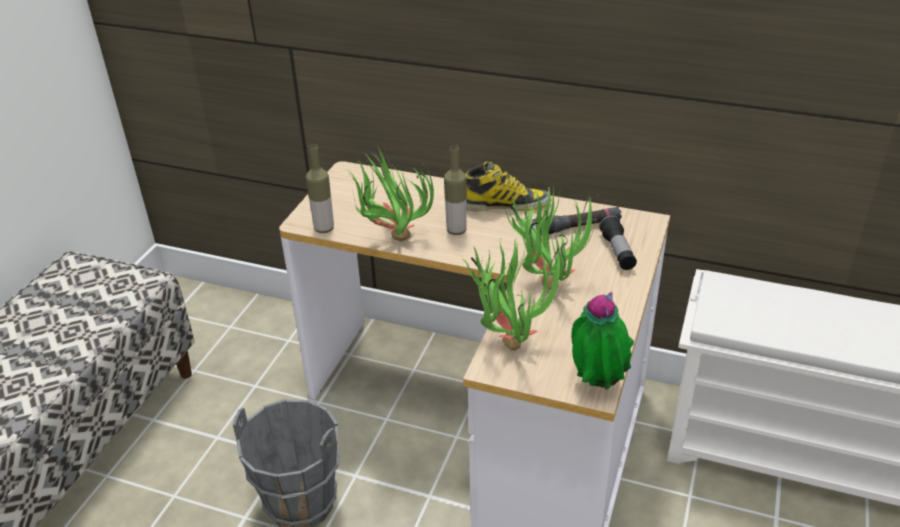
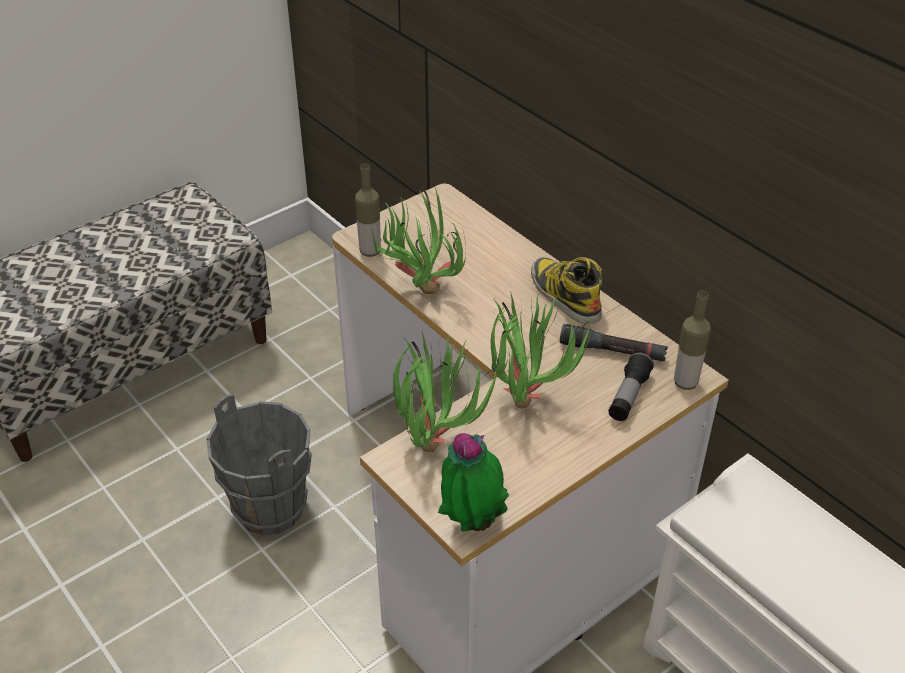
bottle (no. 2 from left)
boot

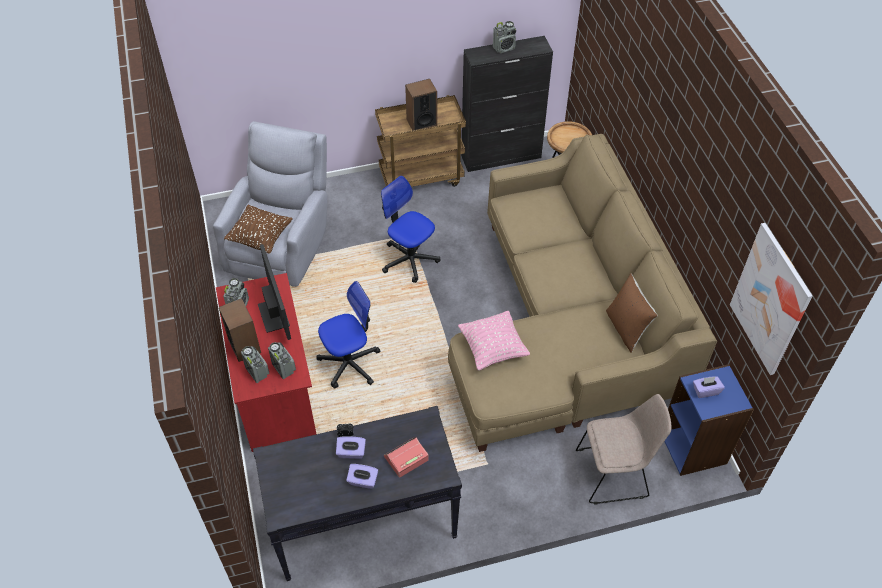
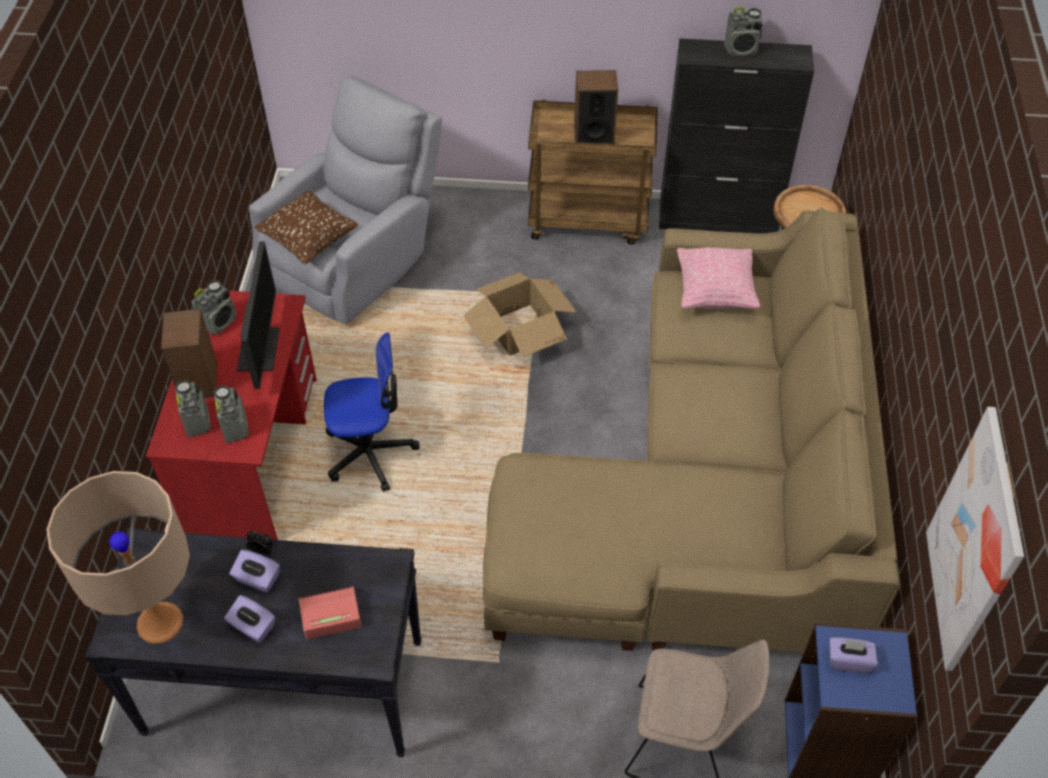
packing box
brownish cushion (no. 2 from left in the first image)
pink-coloured cushion
beige-coloured lamp for a table

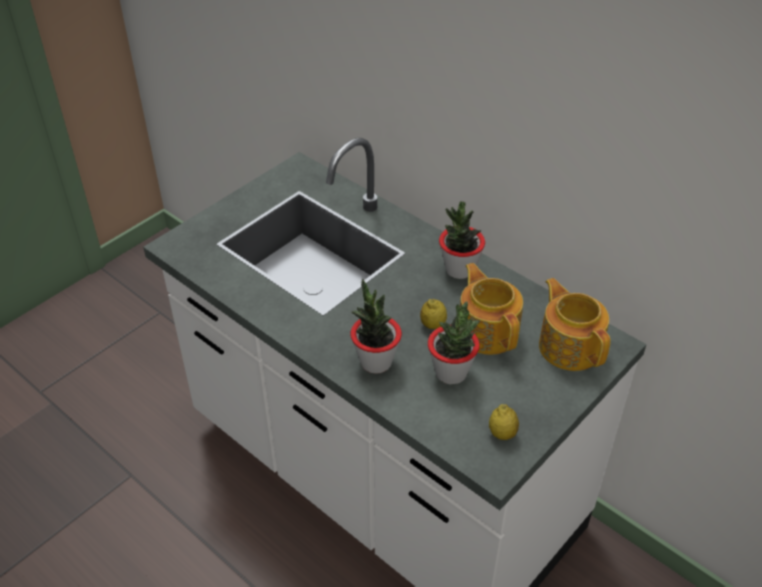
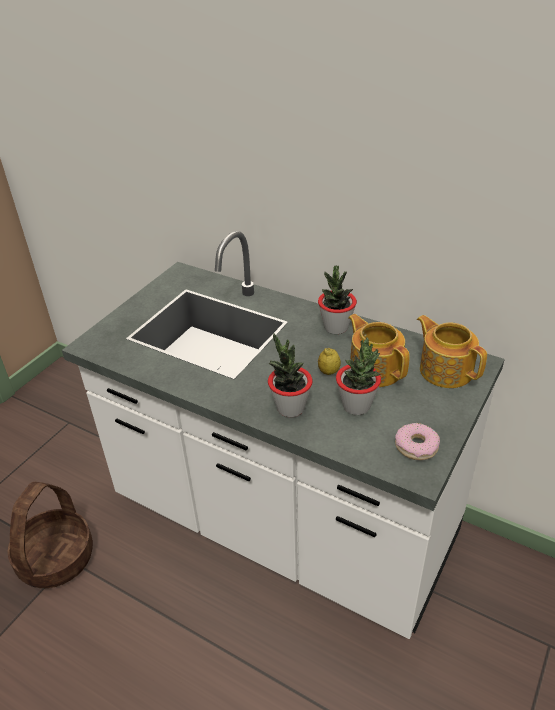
doughnut
household basket

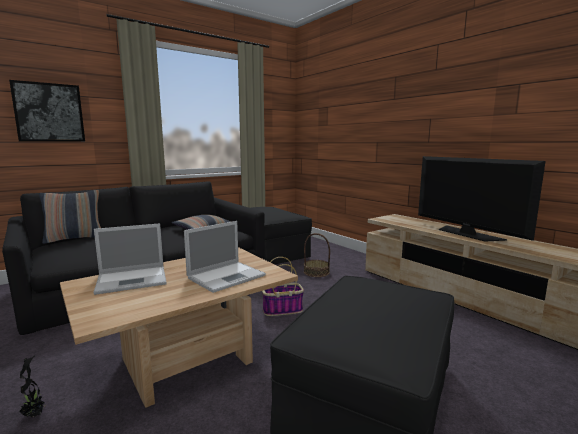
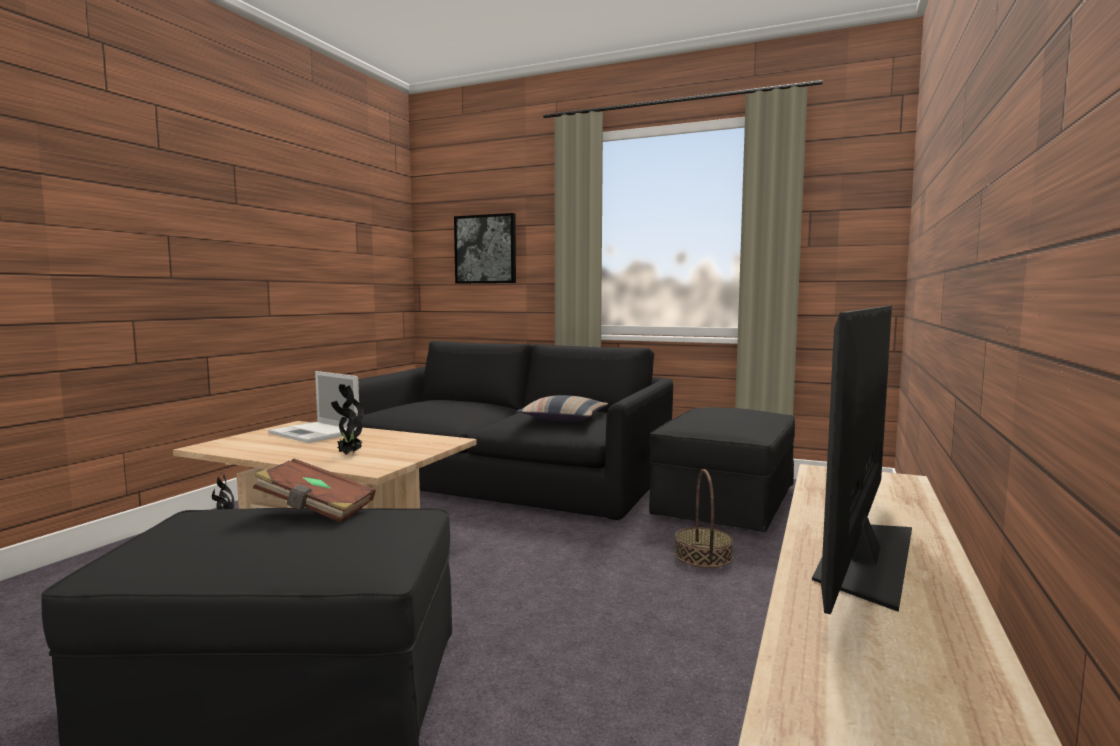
cushion (no. 1 from left in the first image)
potted plant (no. 2 from left)
household basket (no. 1 from left in the first image)
brownish book

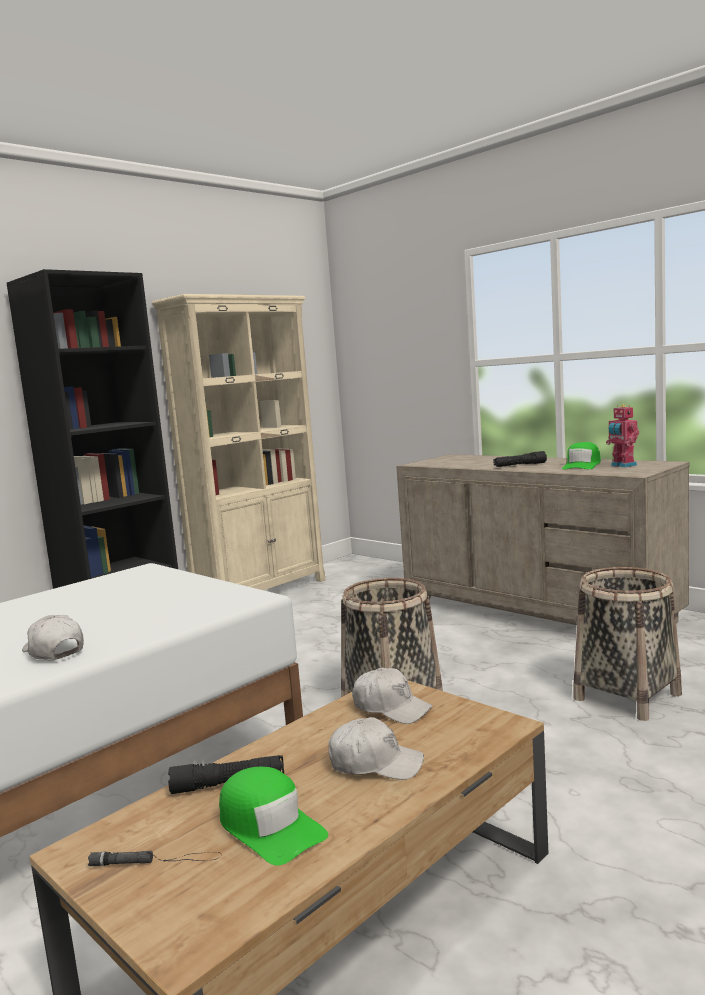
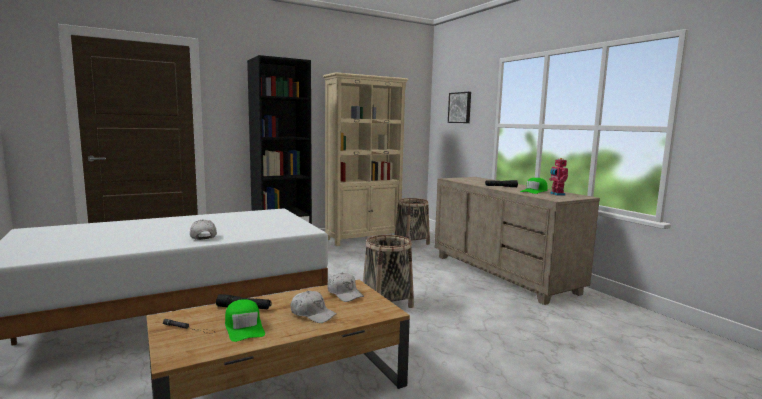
household basket (no. 2 from left)
wall art

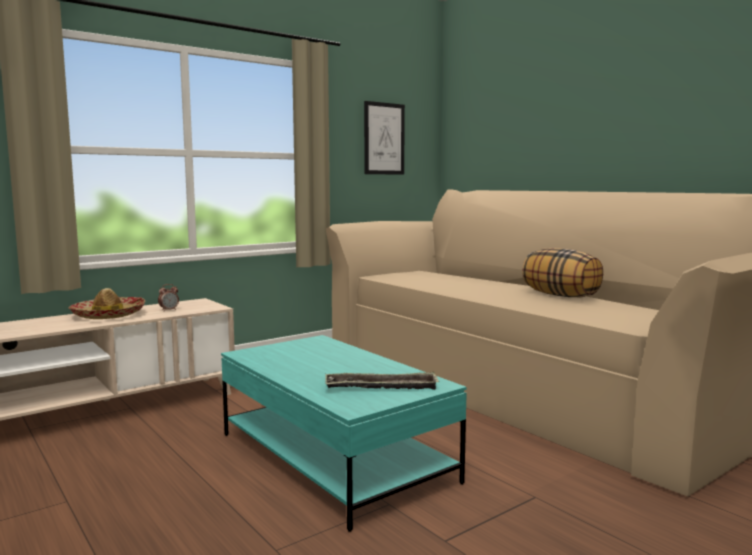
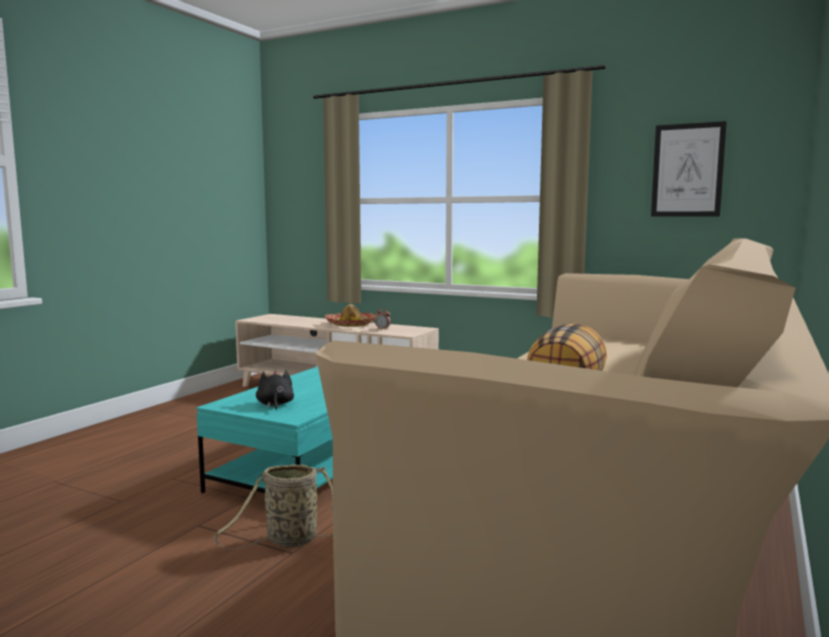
black-coloured cuddly toy
household basket

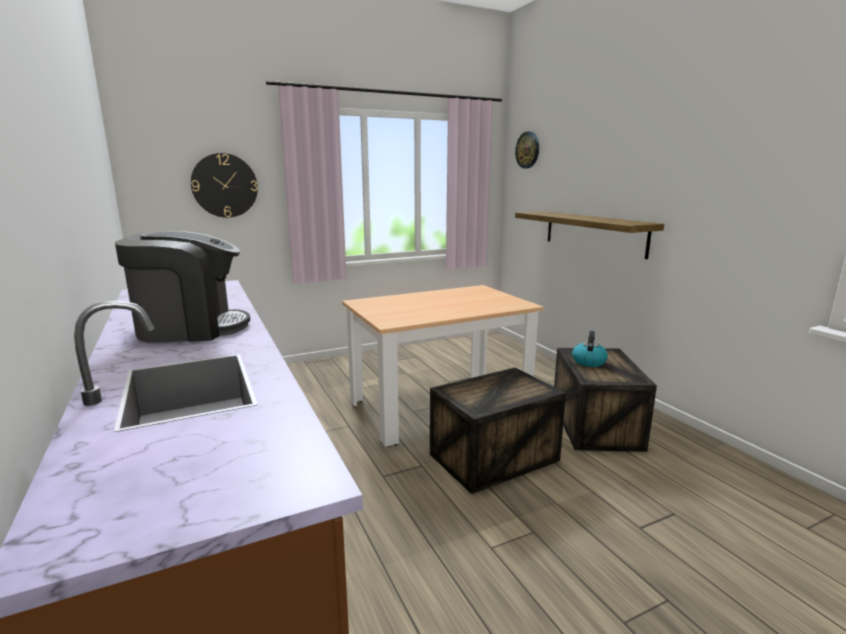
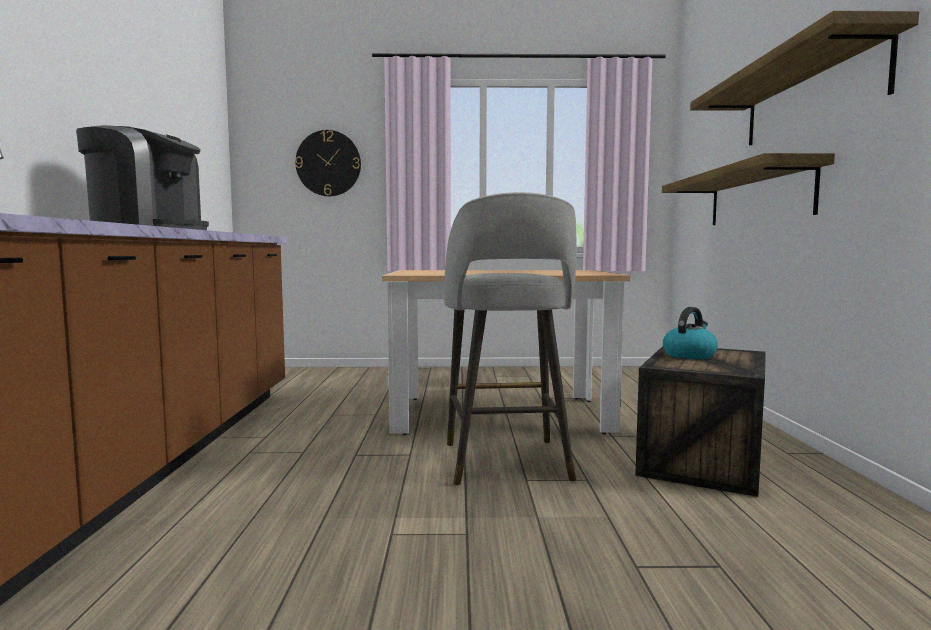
hanging clock (no. 2 from left in the first image)
grey stool
wall shelf (no. 2 from left)

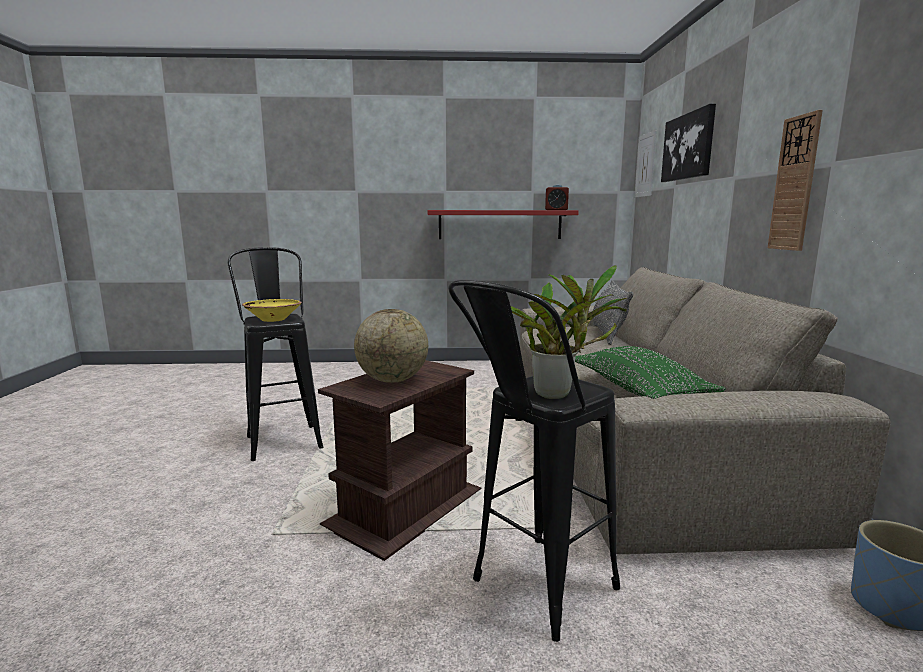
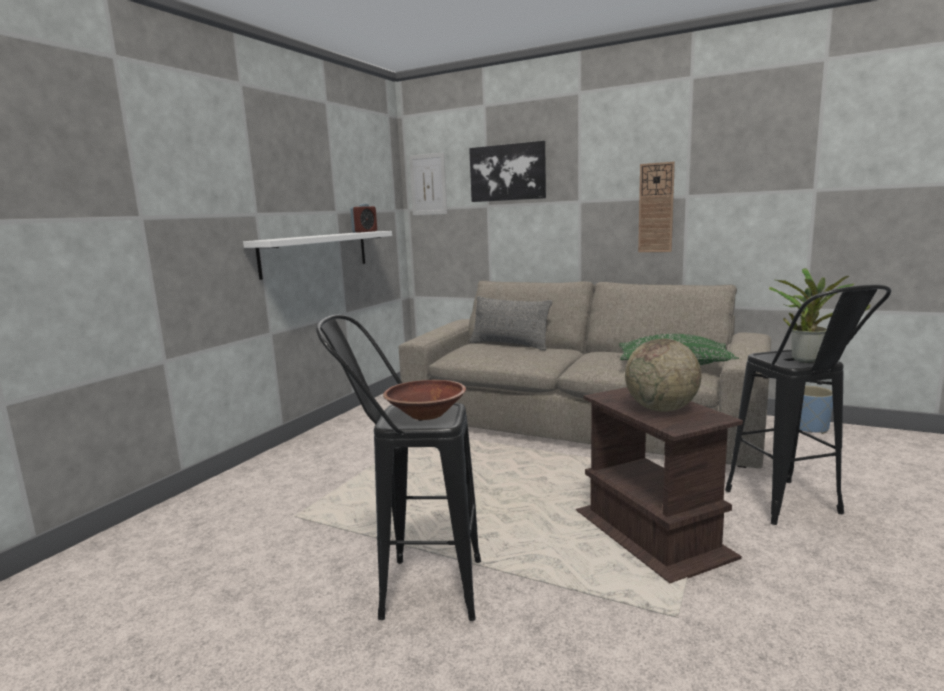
white-coloured wall shelf
brownish bowl

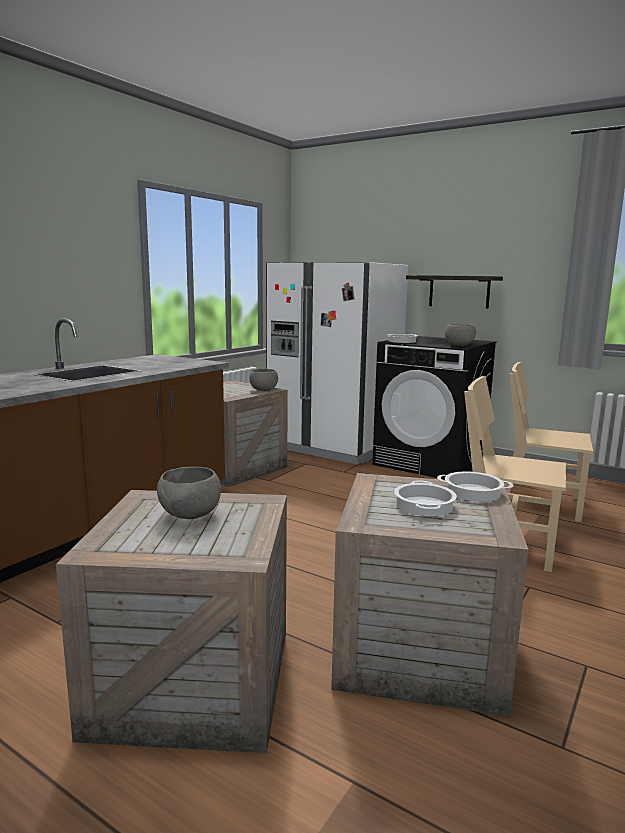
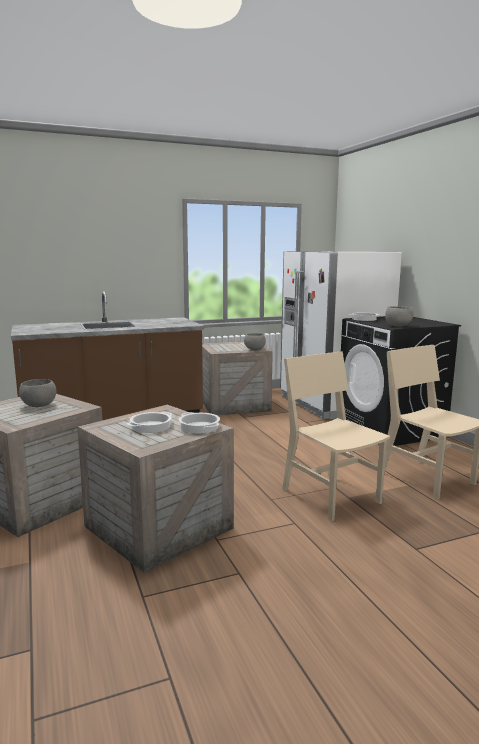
wall shelf

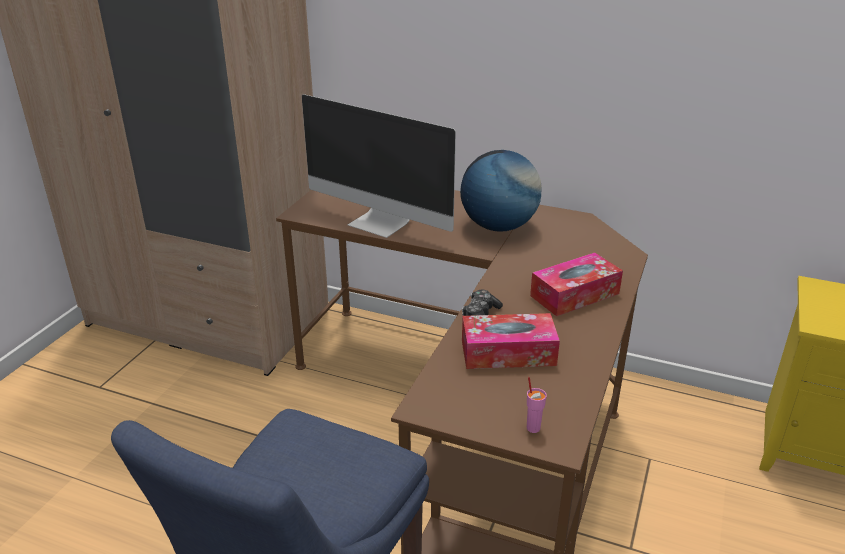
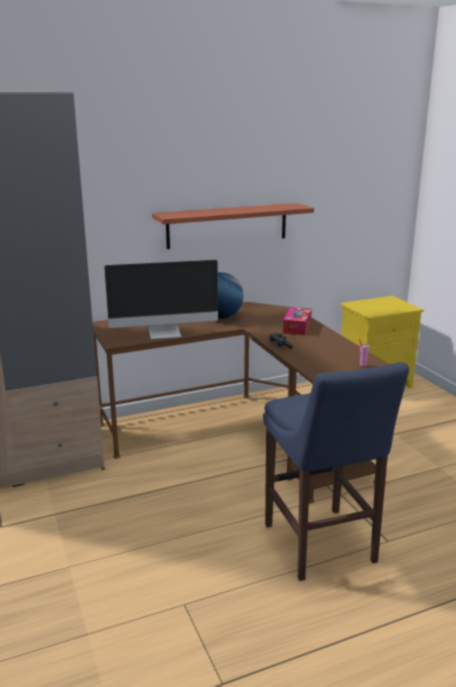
box of tissues (no. 1 from left in the first image)
wall shelf

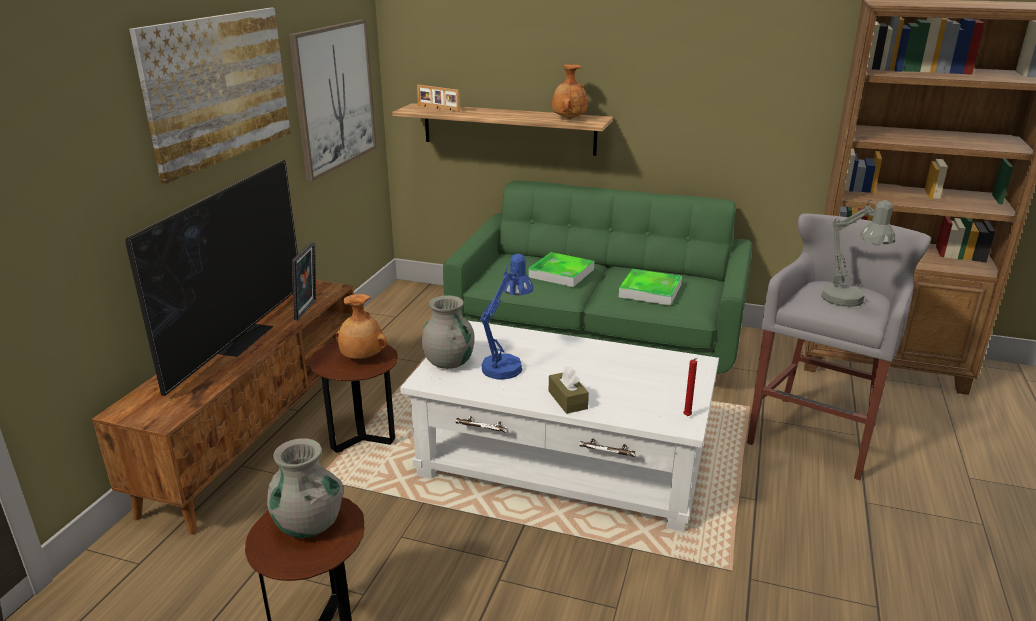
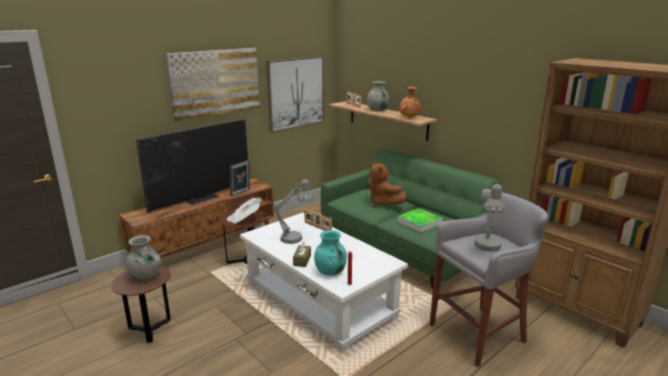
brownish cuddly toy
grey lamp for a table (no. 1 from left)
newspaper
grey flower vase (no. 2 from left)
standing frame (no. 2 from left)
blue-green flower vase

